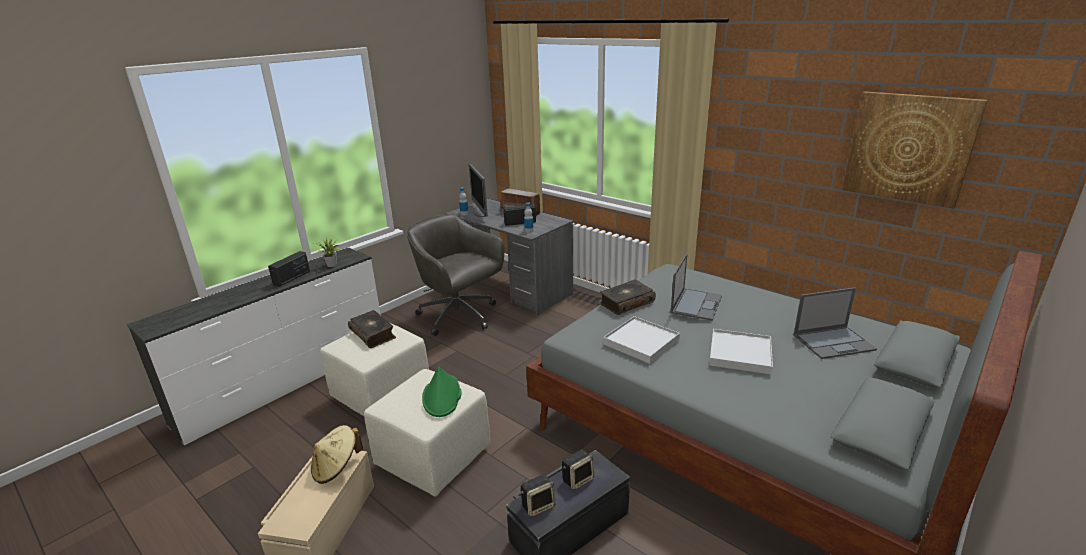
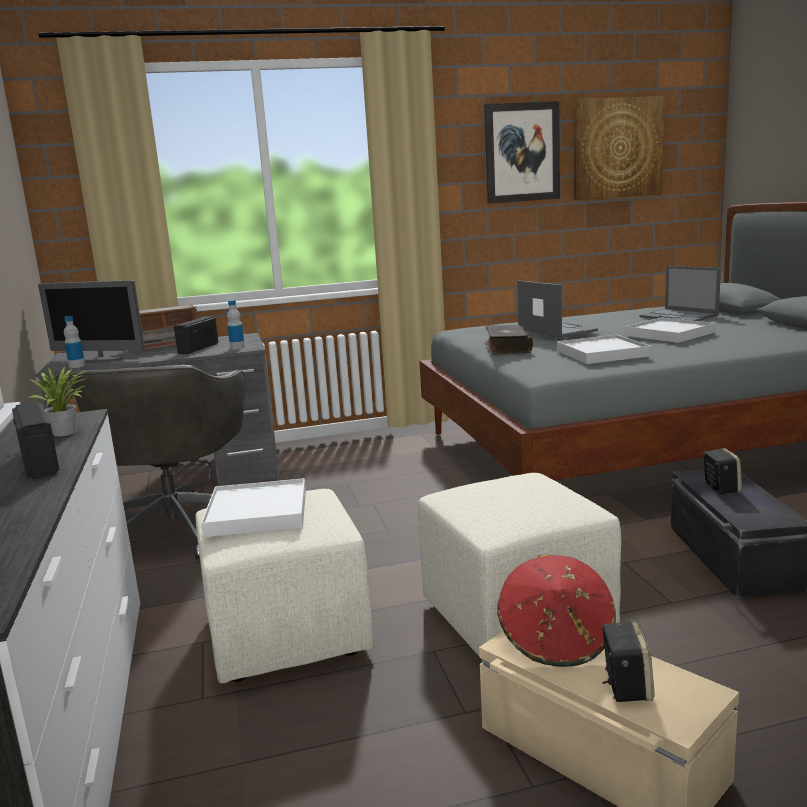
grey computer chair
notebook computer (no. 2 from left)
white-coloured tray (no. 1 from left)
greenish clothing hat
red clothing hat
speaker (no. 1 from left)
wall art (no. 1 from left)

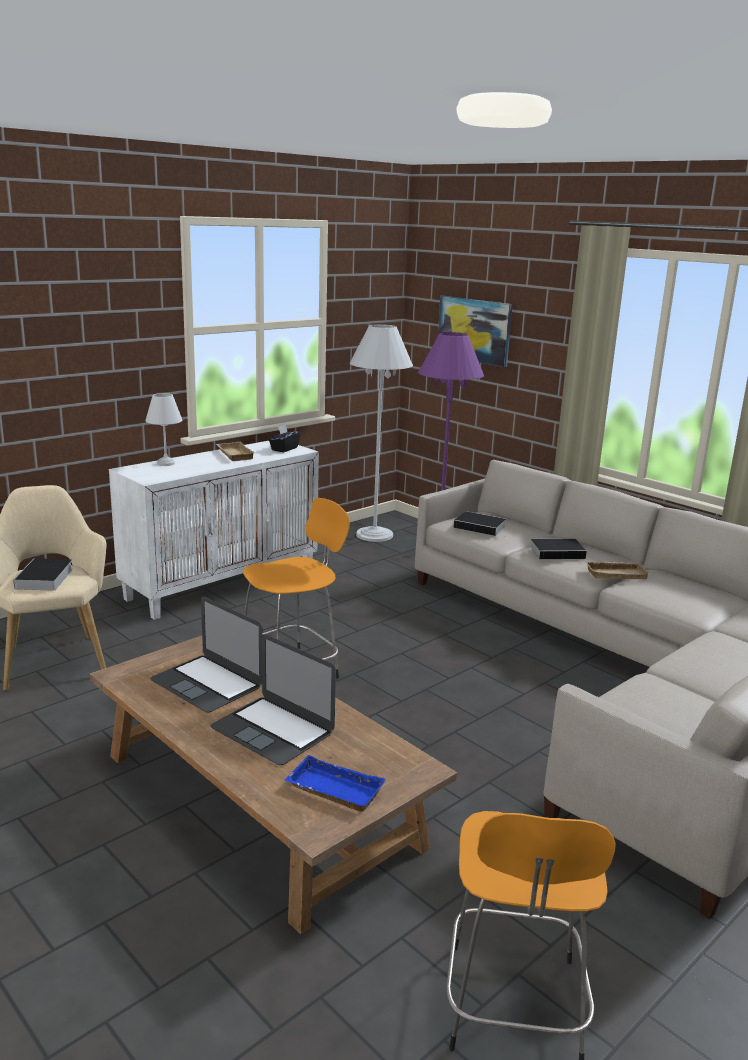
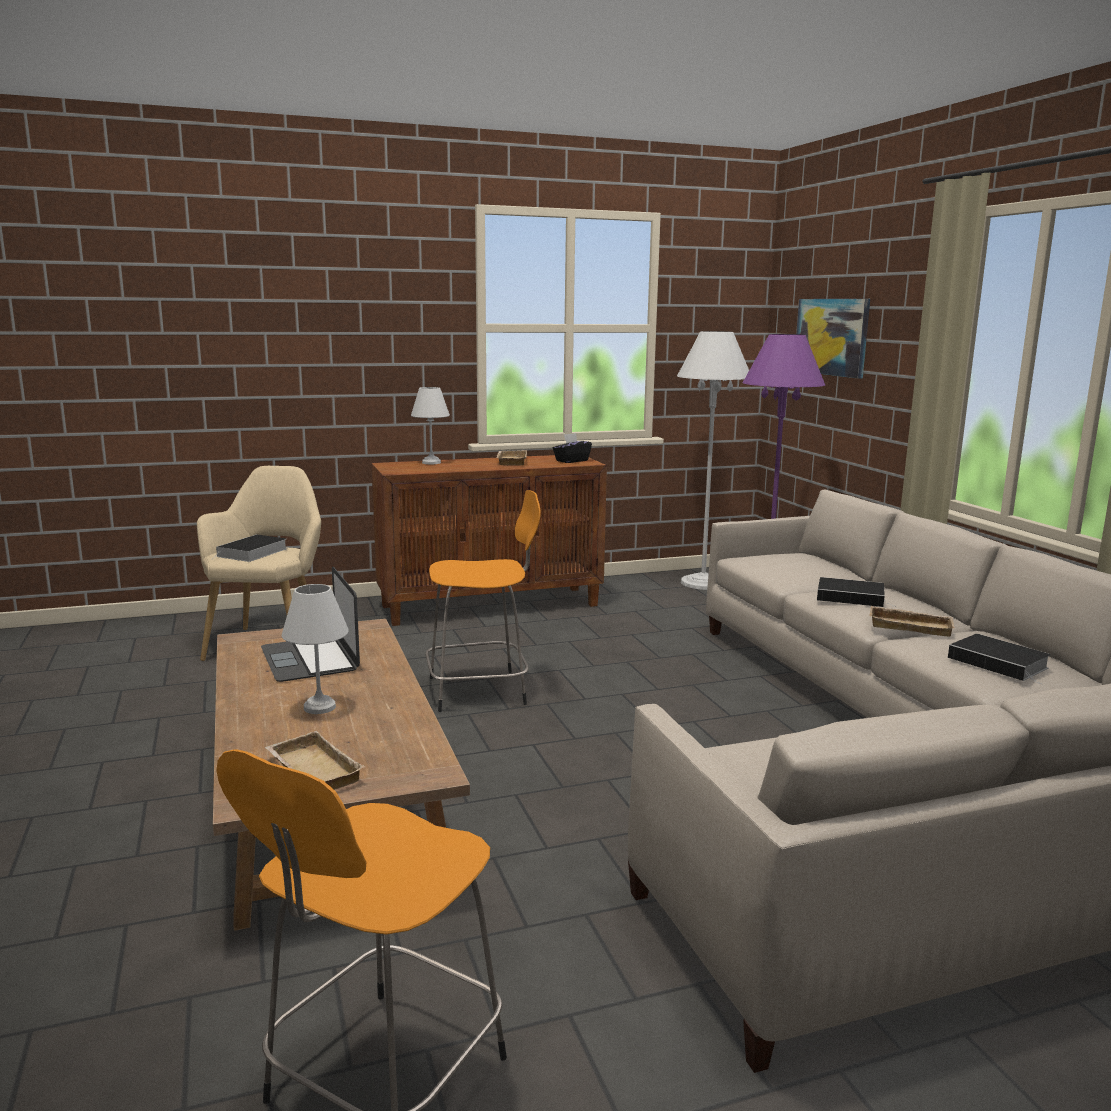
brownish storage cabinet
book (no. 3 from left)
white-coloured lamp for a table (no. 1 from left)
beige-coloured tray (no. 1 from left)

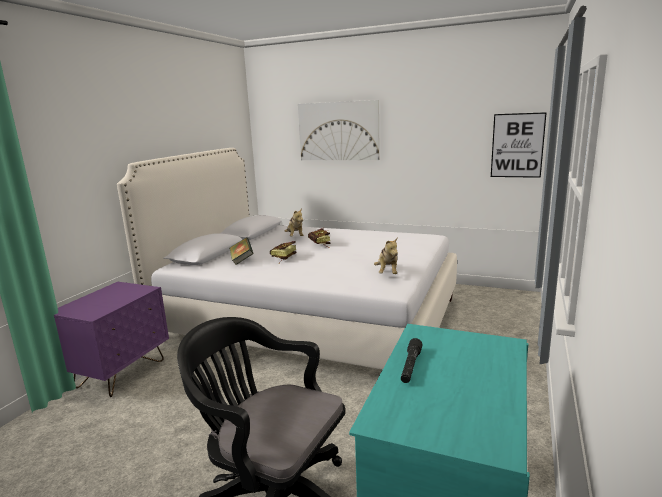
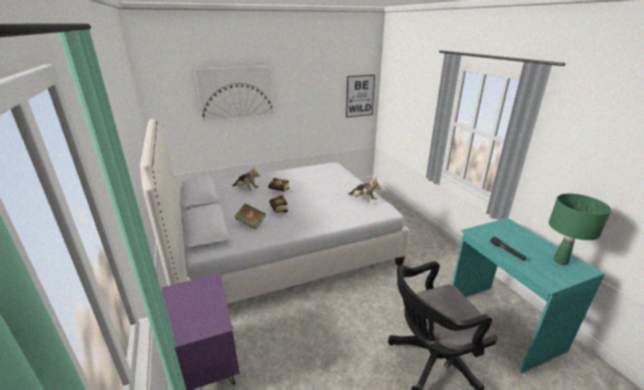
greenish lamp for a table

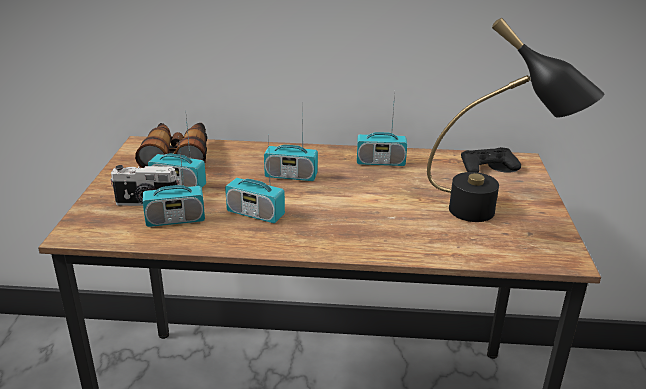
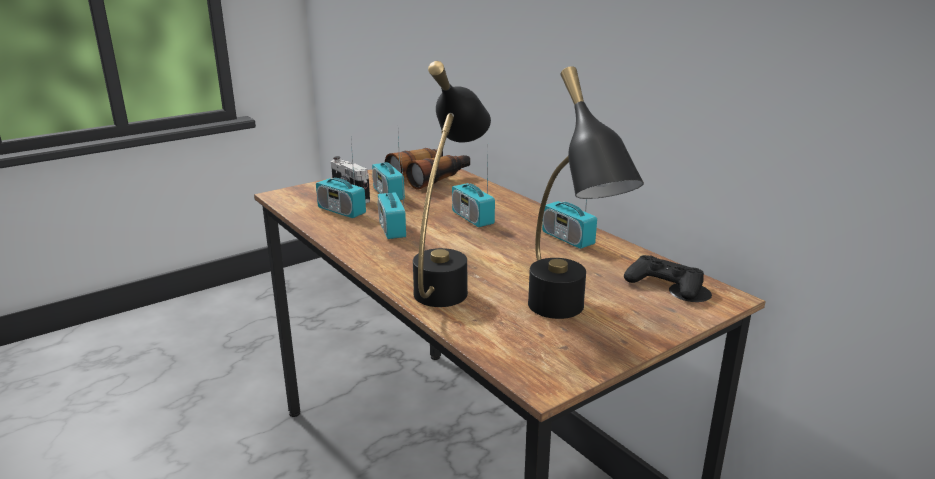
black-coloured lamp for a table (no. 1 from left)

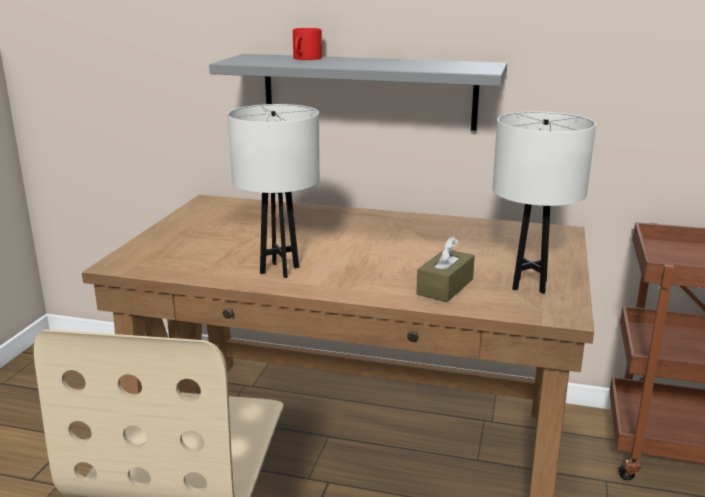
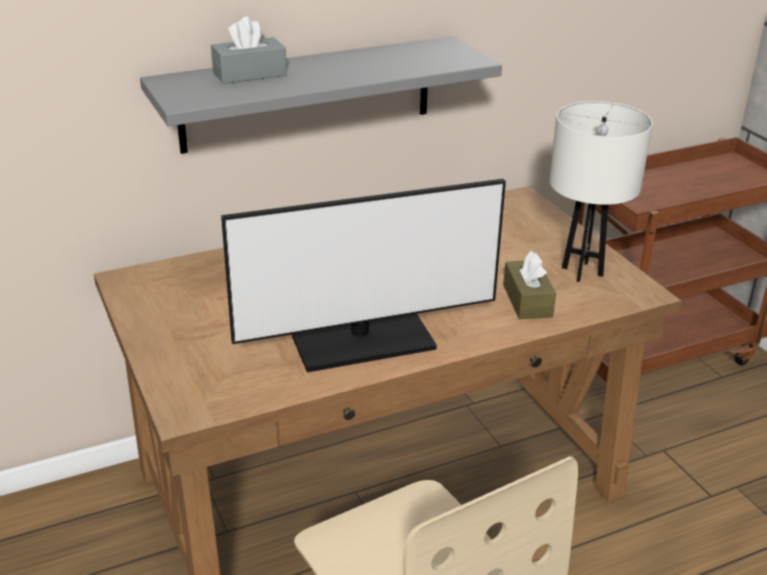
grey box of tissues
monitor

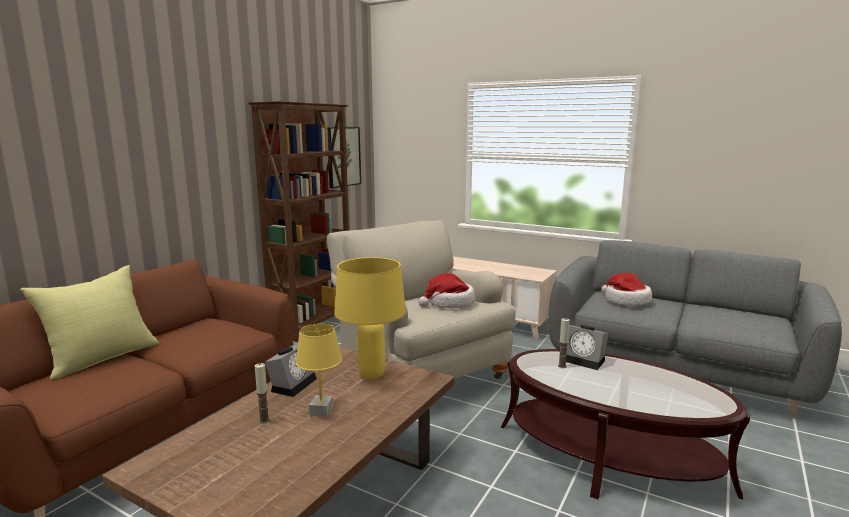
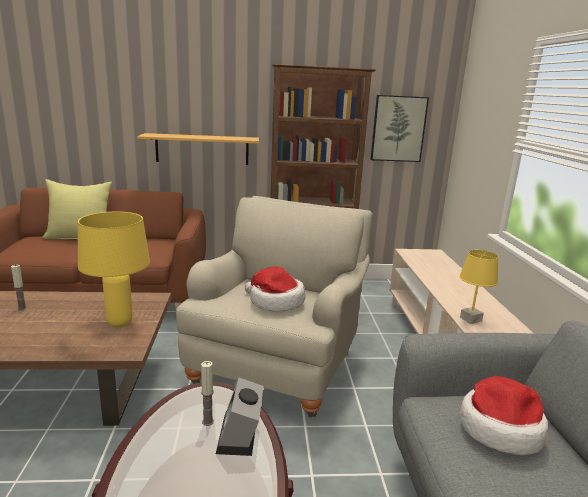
yellow-coloured lamp for a table (no. 2 from left)
alarm clock (no. 1 from left in the first image)
wall shelf

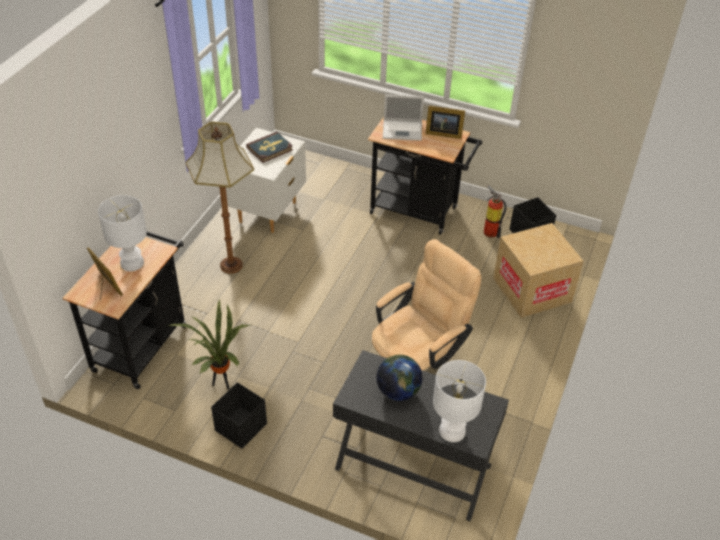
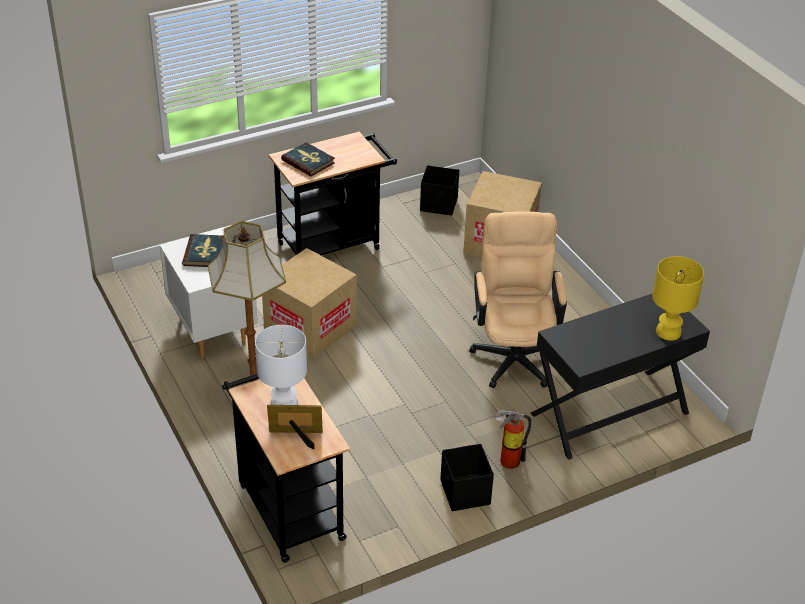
book (no. 2 from left)
standing frame (no. 2 from left in the first image)
extinguisher
potted plant
world globe
yellow-coloured lamp for a table
packing box (no. 1 from left)

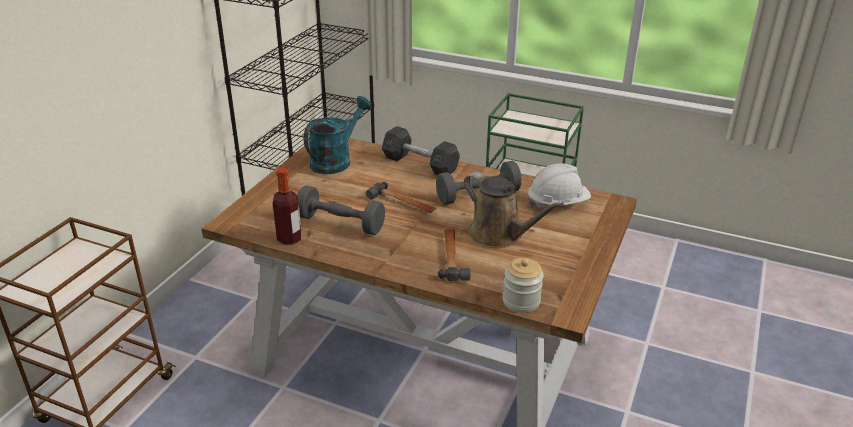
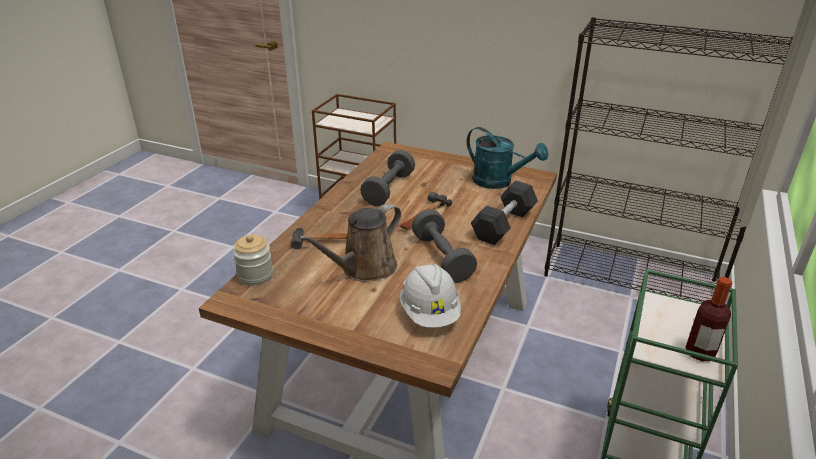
bottle

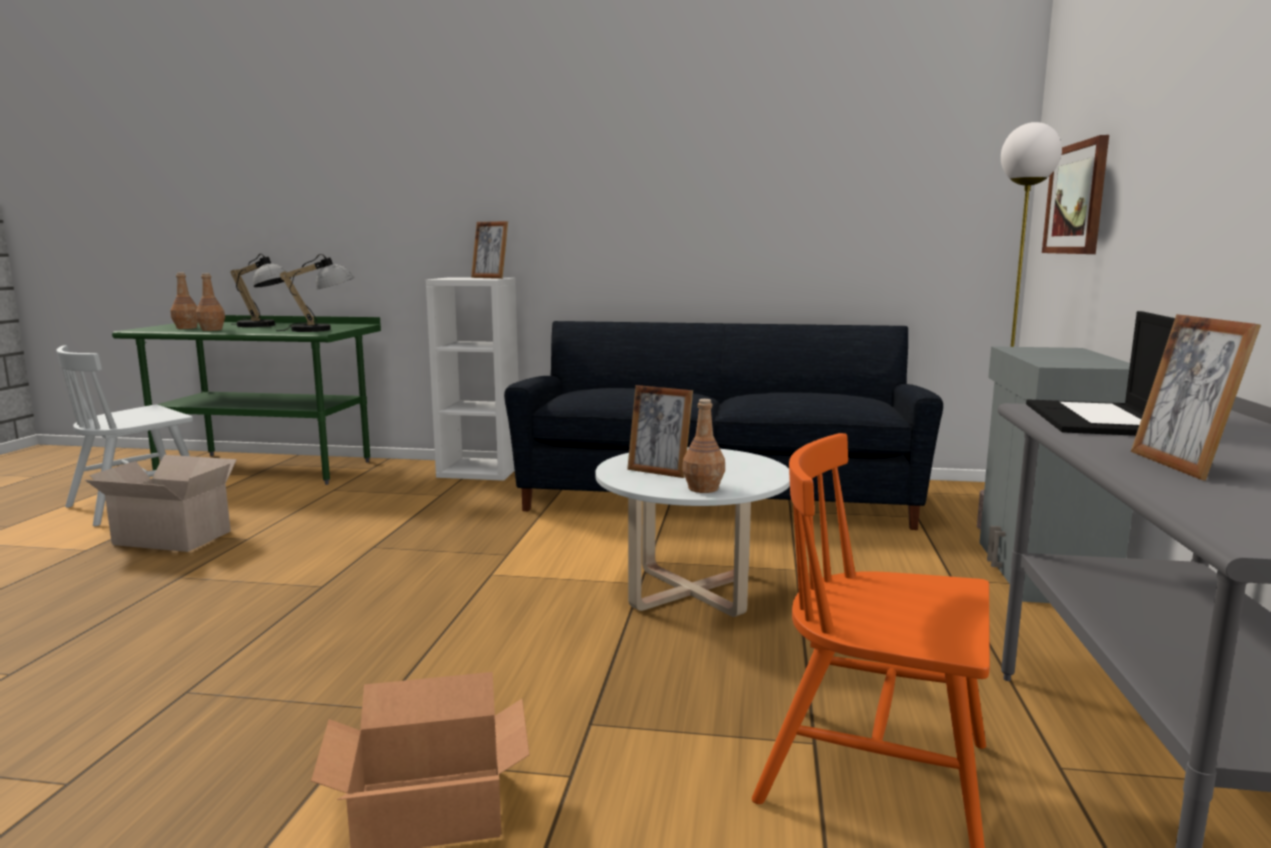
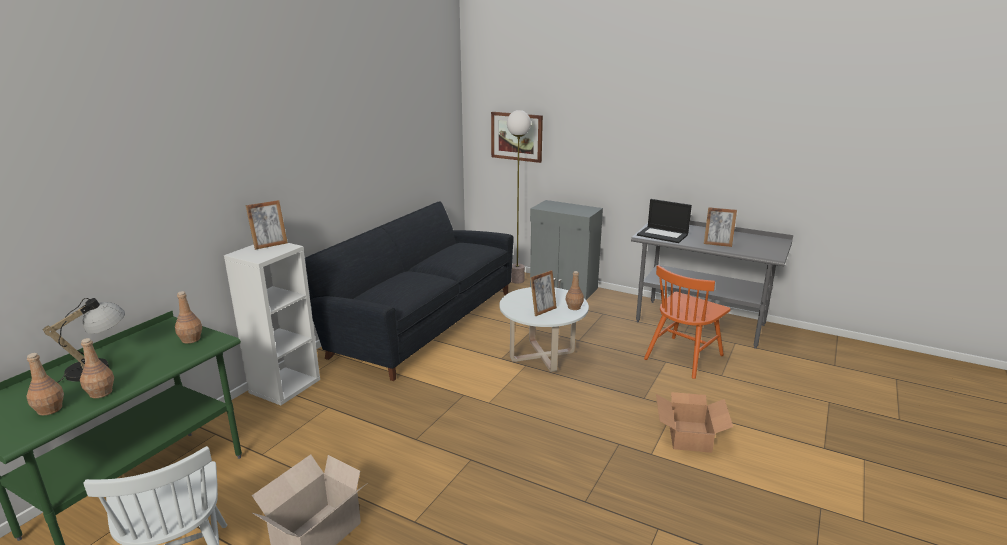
brownish bottle (no. 3 from left)

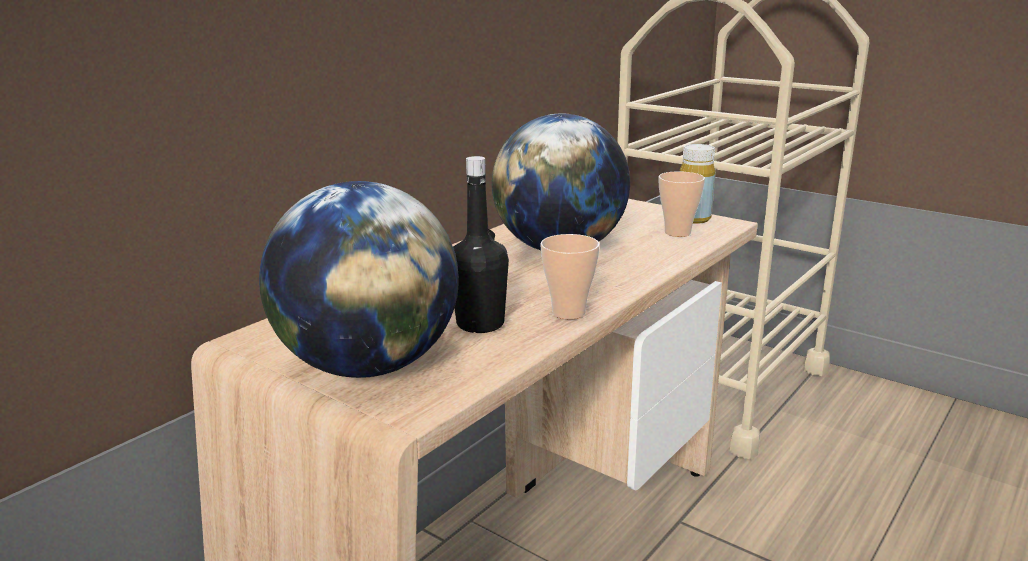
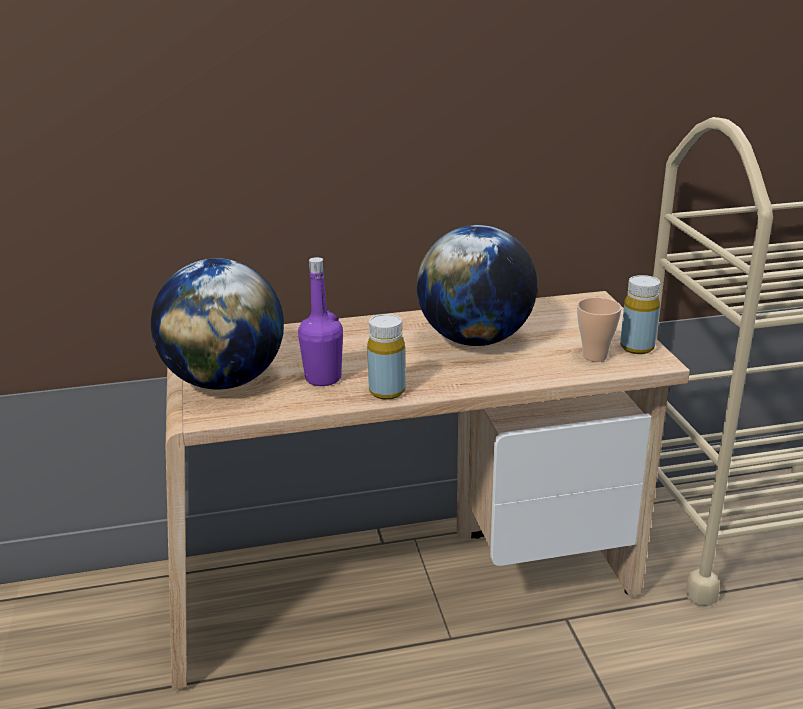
purple-coloured bottle
yellow-coloured bottle (no. 1 from left)

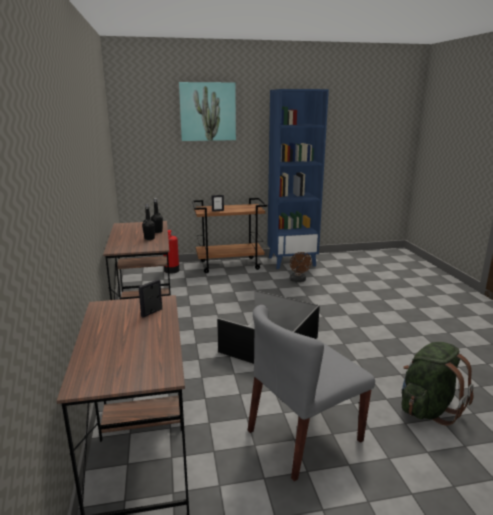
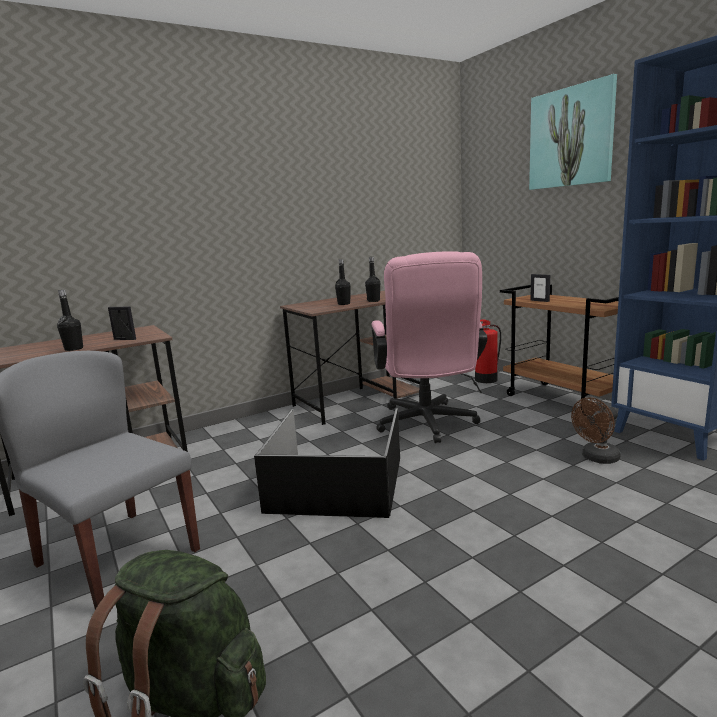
pink-coloured computer chair
black-coloured bottle (no. 1 from left)

